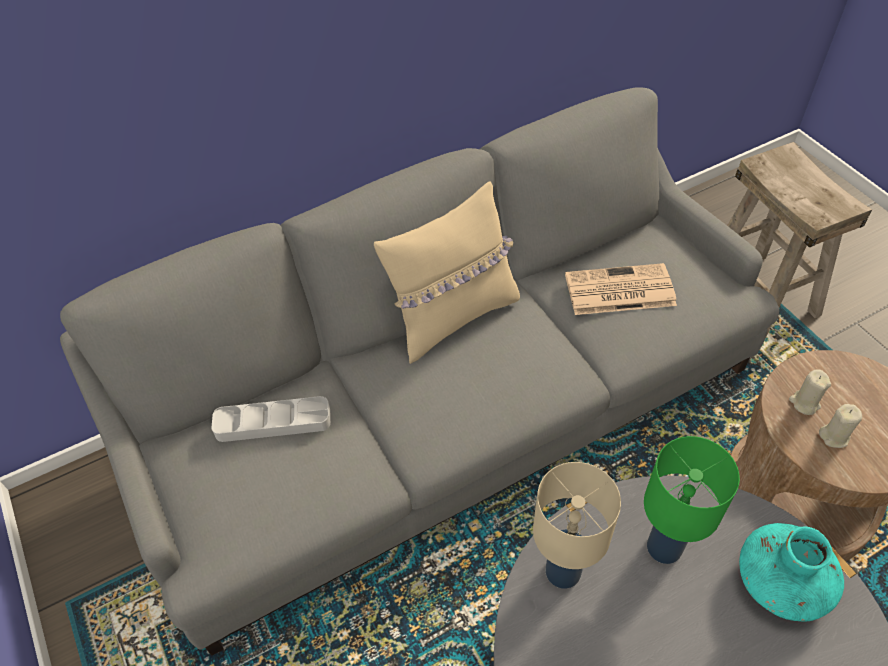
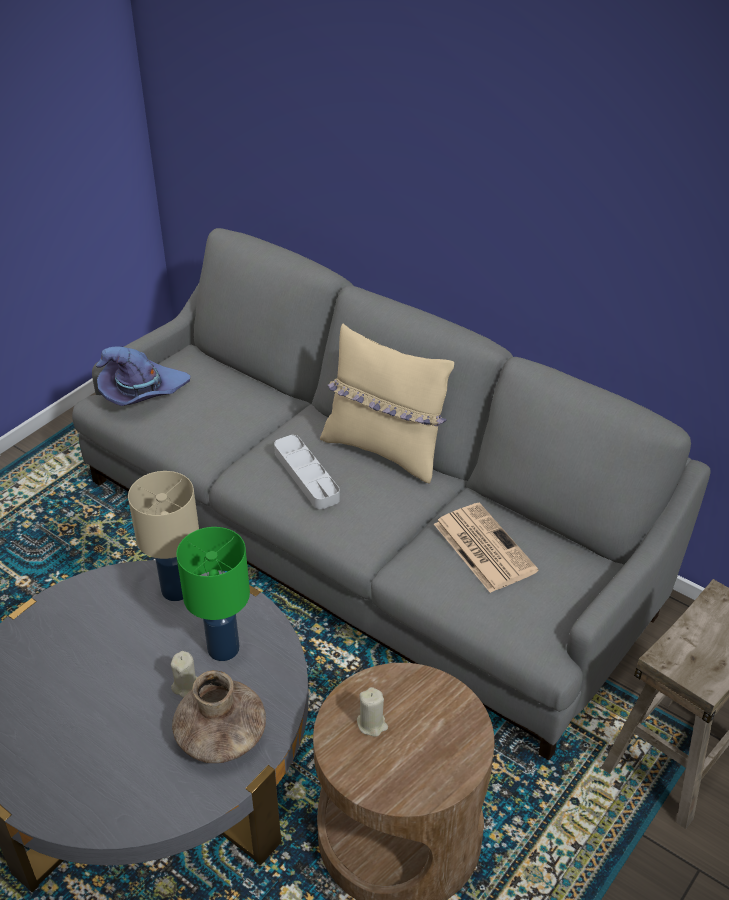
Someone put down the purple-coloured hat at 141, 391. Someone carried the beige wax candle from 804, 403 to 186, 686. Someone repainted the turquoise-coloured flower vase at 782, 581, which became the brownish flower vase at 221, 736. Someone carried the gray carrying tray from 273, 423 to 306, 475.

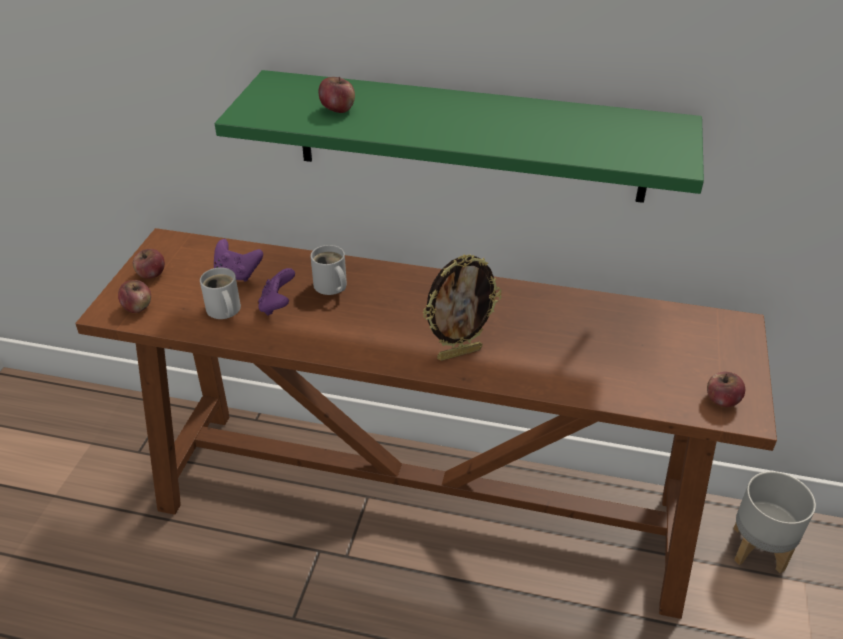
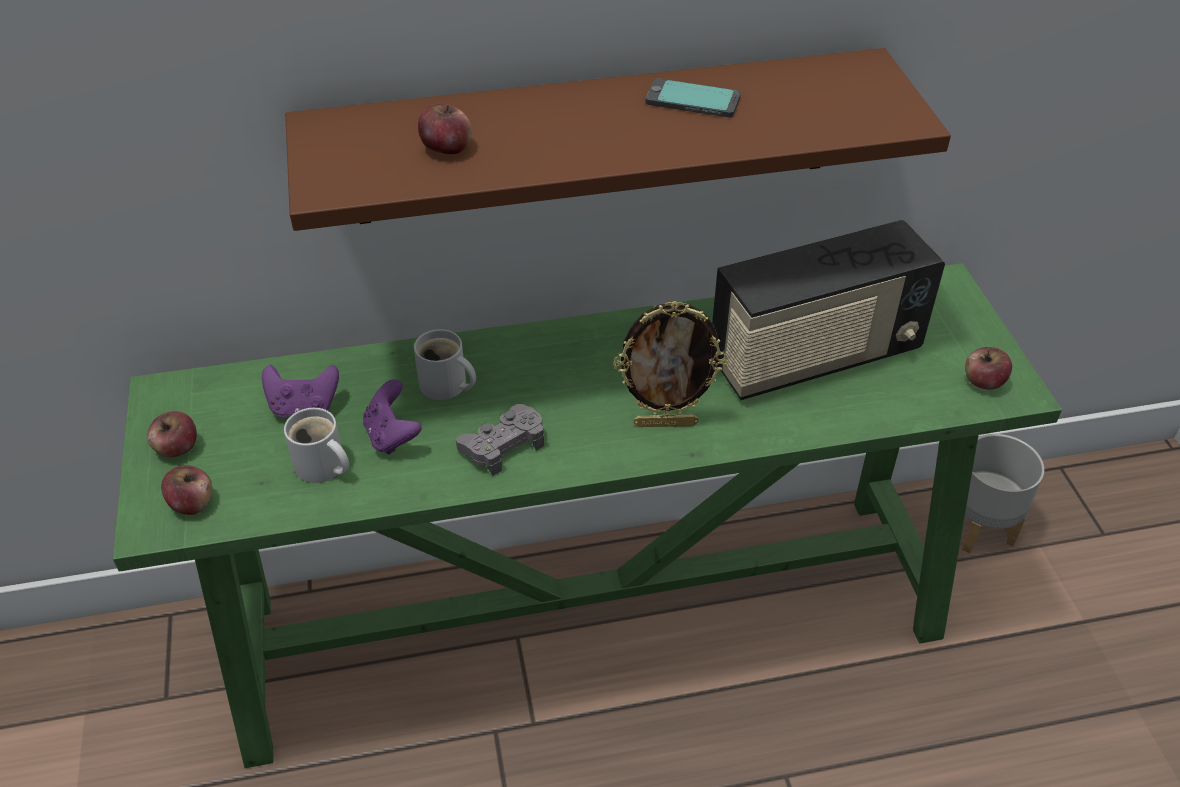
Someone repainted the brownish narrow table at 424, 506, which became the green narrow table at 594, 621. Someone repainted the green wall shelf at 470, 137, which became the brownish wall shelf at 595, 137. Someone put down the gray joypad at 502, 445. Someone rotated the photo frame at 459, 353 by 45 degrees clockwise. Someone put down the phone at 692, 100. Someone put down the radio at 814, 358.

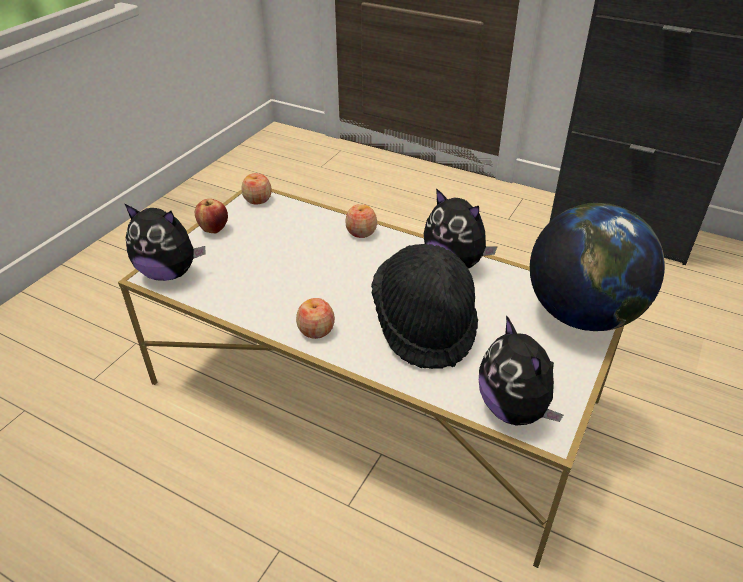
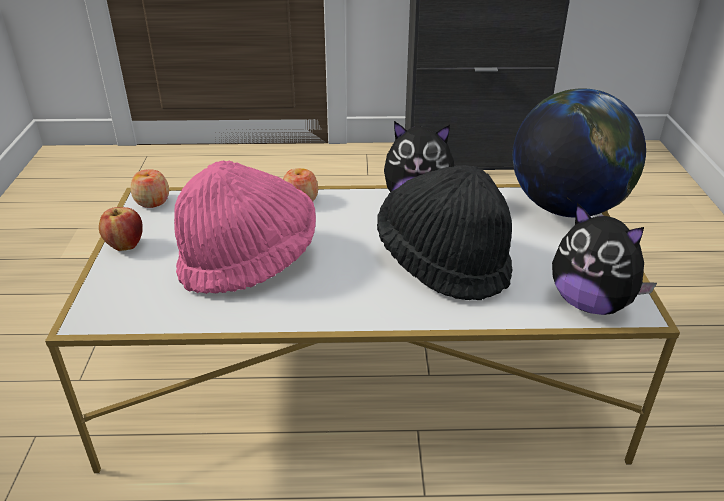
Someone put down the pinkish hat at 249, 262. Someone took away the plush toy at 169, 273. Someone took away the apple at 316, 330.

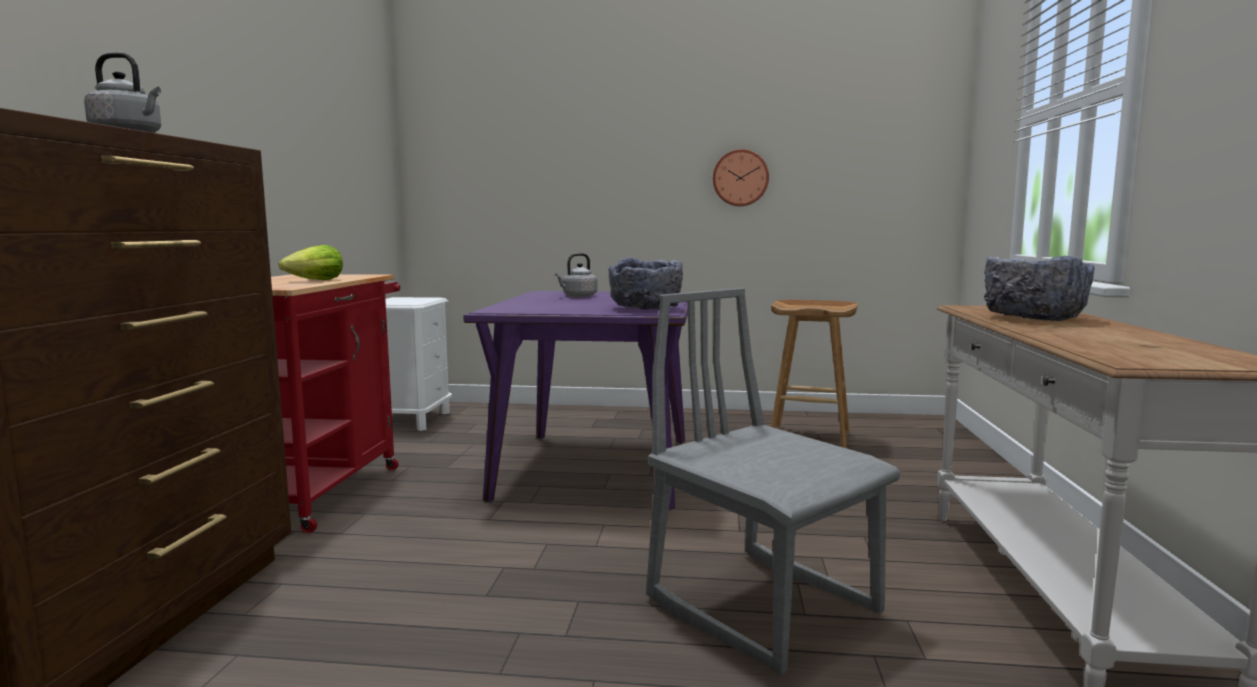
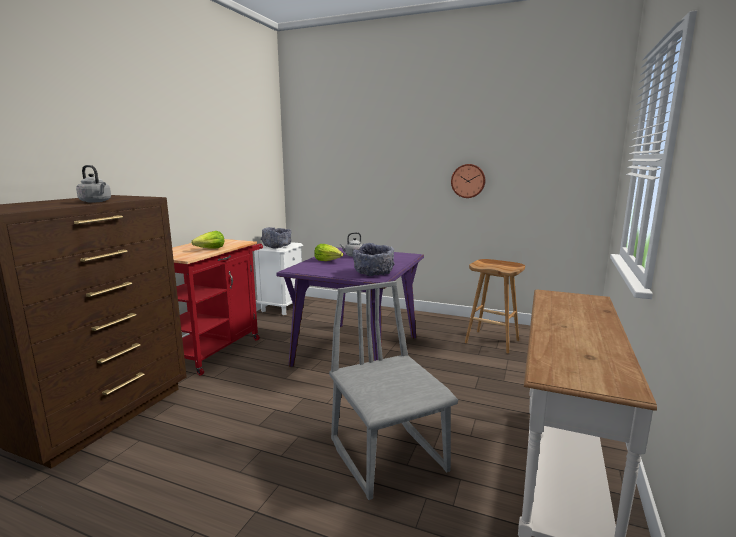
Someone carried the gray deep dish from 1032, 318 to 277, 246. Someone put down the lettuce head at 328, 261.

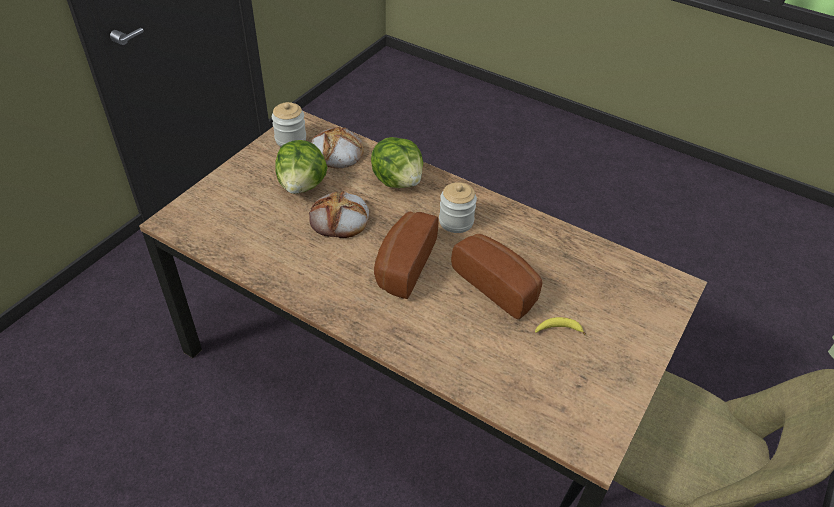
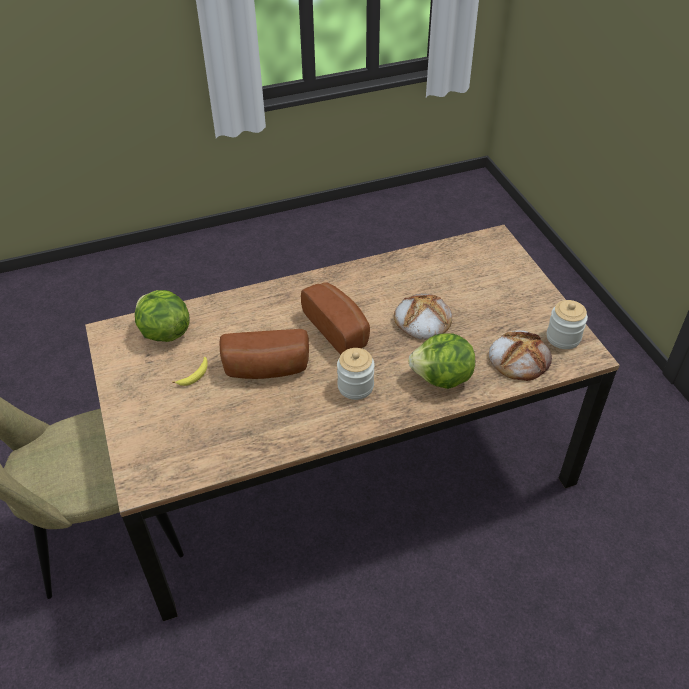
Someone carried the lettuce head from 302, 186 to 164, 333.

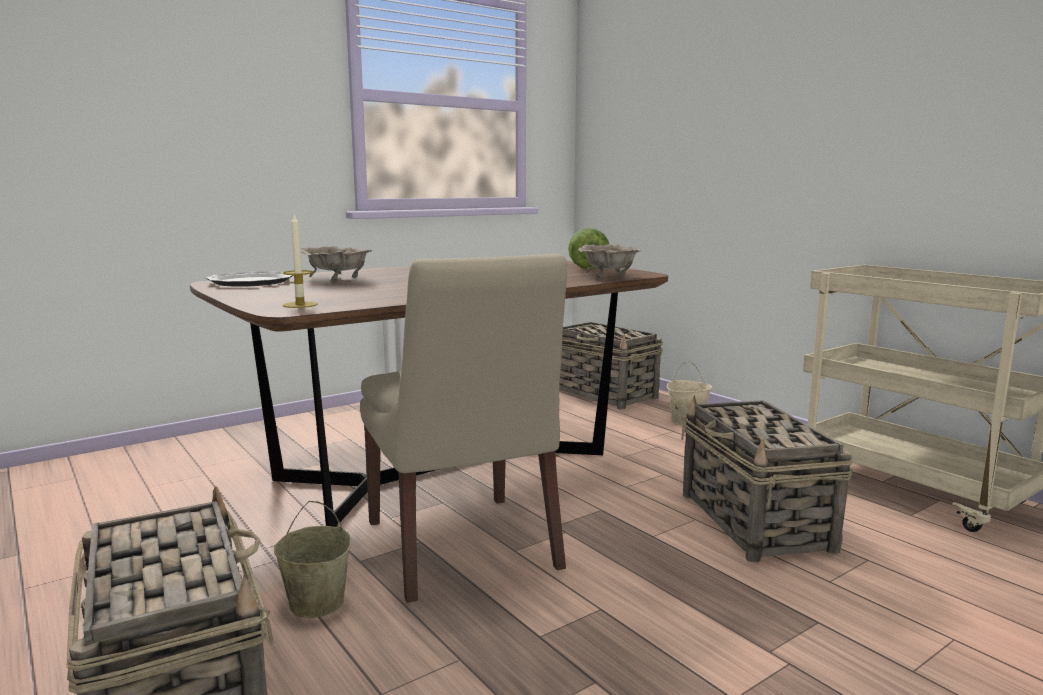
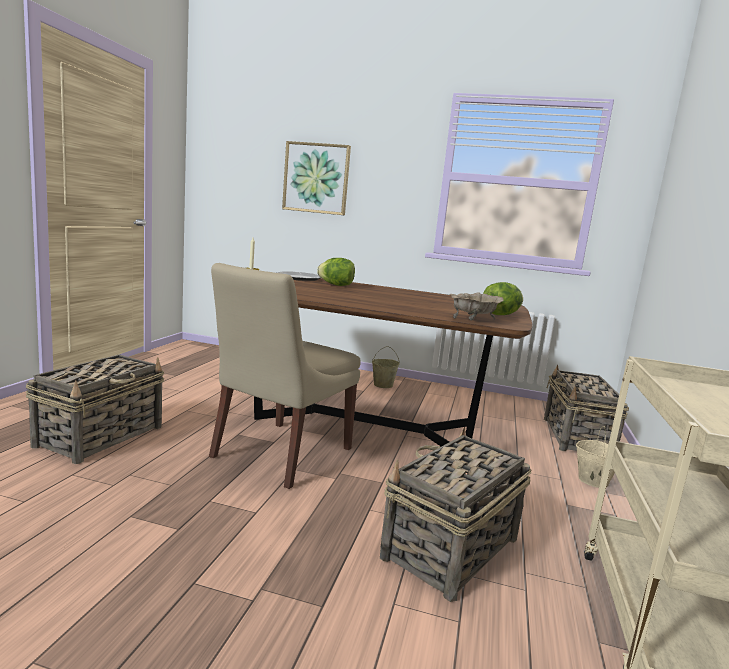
Someone put up the wall art at 316, 178. Someone swapped the beige deep dish at 338, 279 for the lettuce head at 336, 285. Someone carried the beige water bucket from 316, 602 to 383, 385.

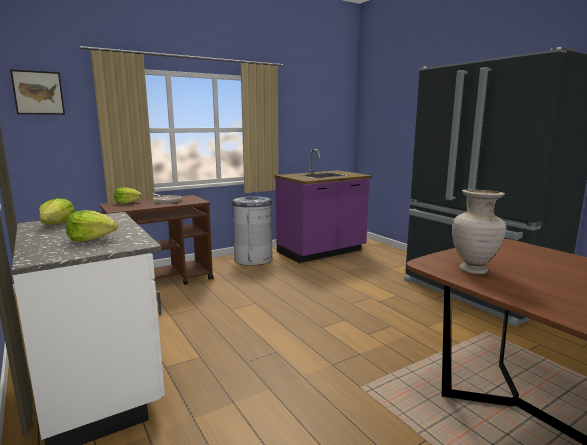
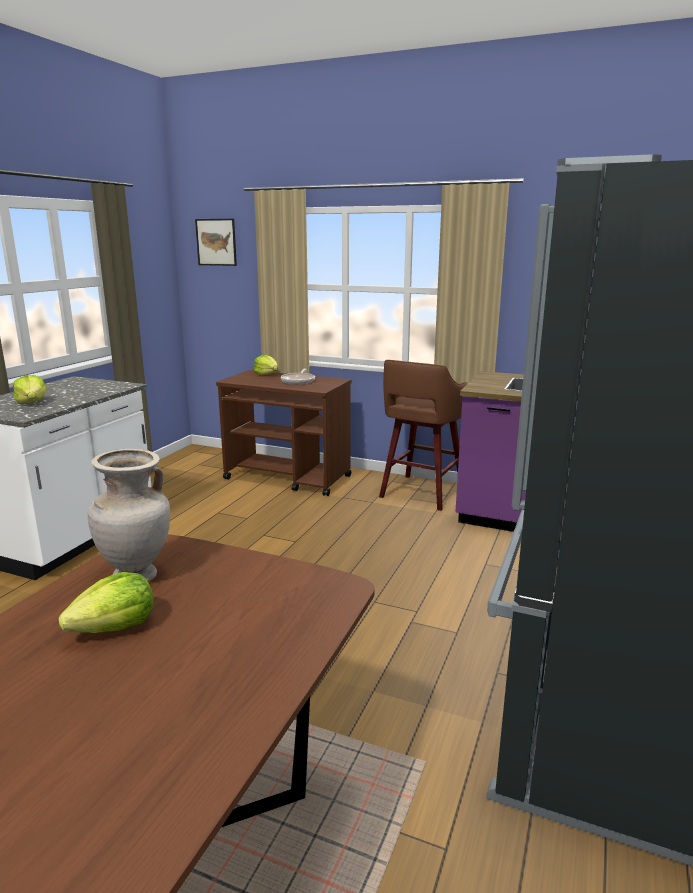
Someone carried the lettuce head from 57, 224 to 115, 627. Someone swapped the gray trash can at 253, 259 for the brownish stool seat at 421, 493.

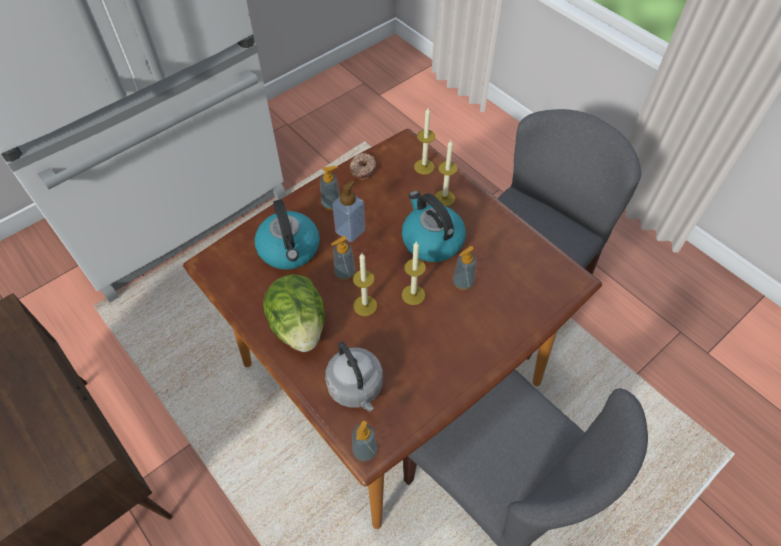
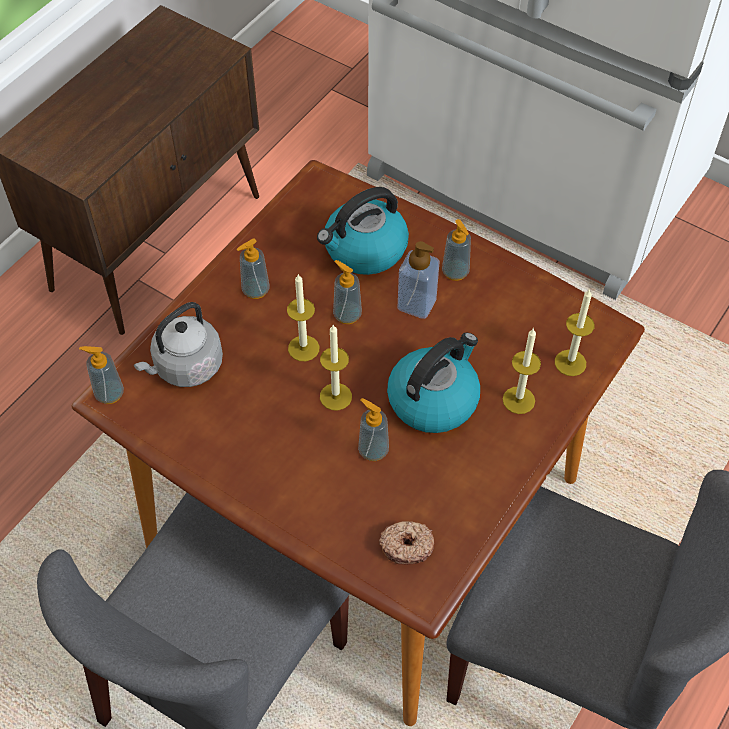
Someone swapped the lettuce head at 299, 326 for the soap dispenser at 255, 290. Someone carried the ring doughnut from 362, 169 to 406, 545.

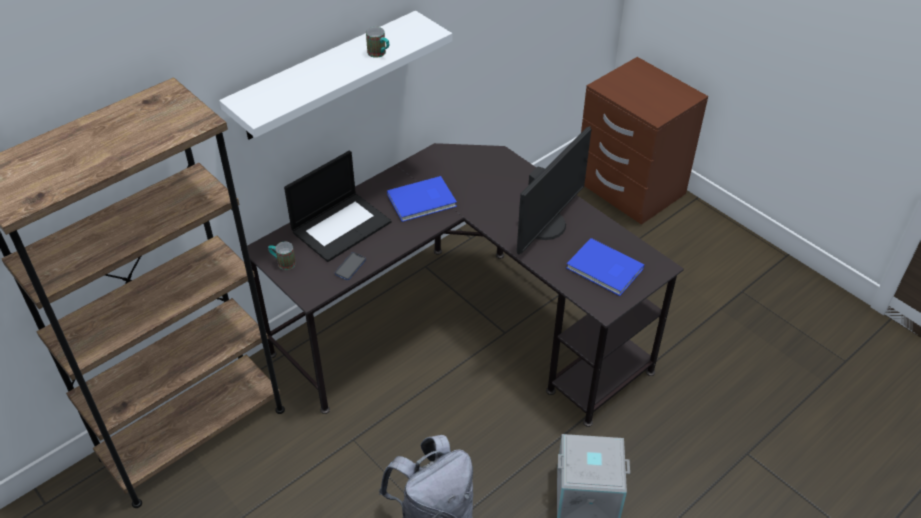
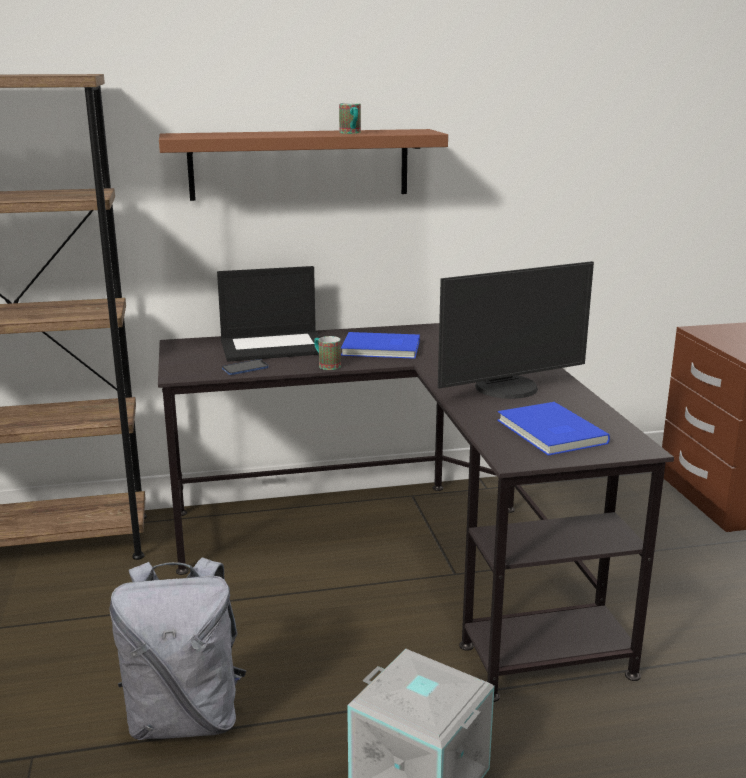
Someone repainted the white wall shelf at 325, 76, which became the brownish wall shelf at 299, 164. Someone carried the tea mug from 283, 262 to 326, 365.

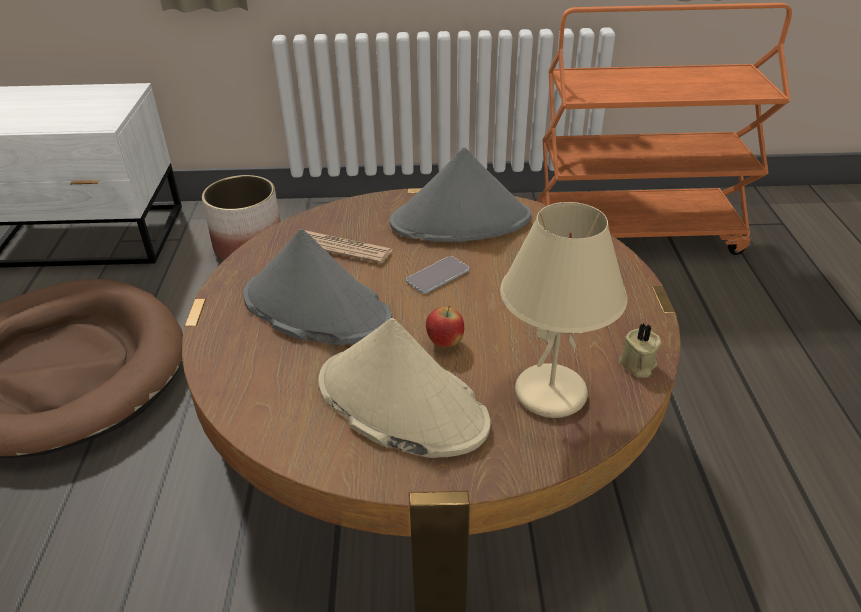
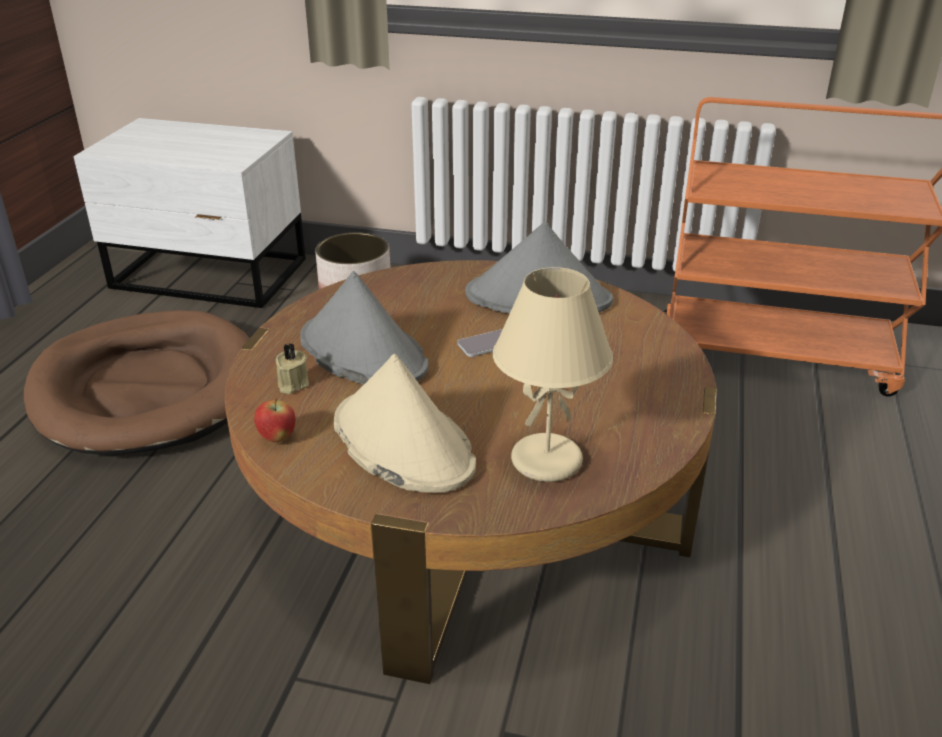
Someone carried the apple from 445, 343 to 277, 438. Someone carried the beige wax candle from 637, 365 to 292, 384. Someone took away the daily paper at 342, 248.

